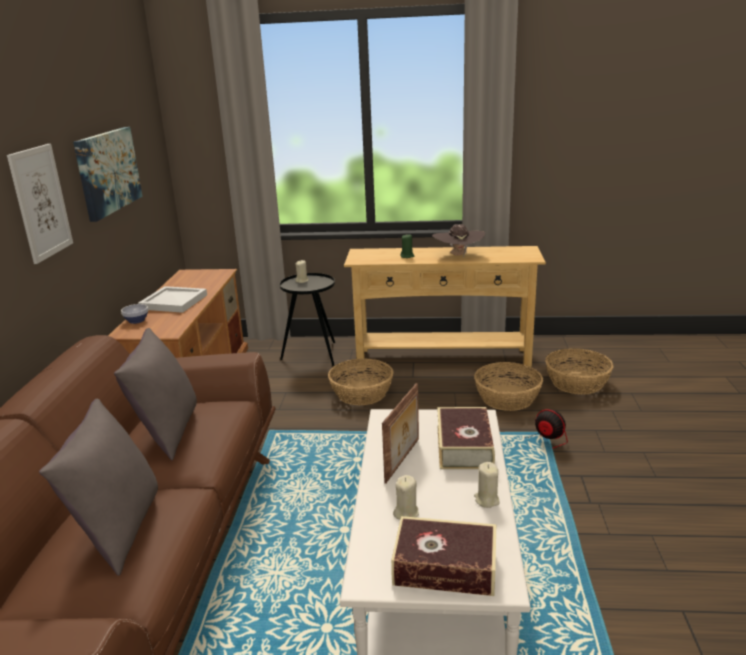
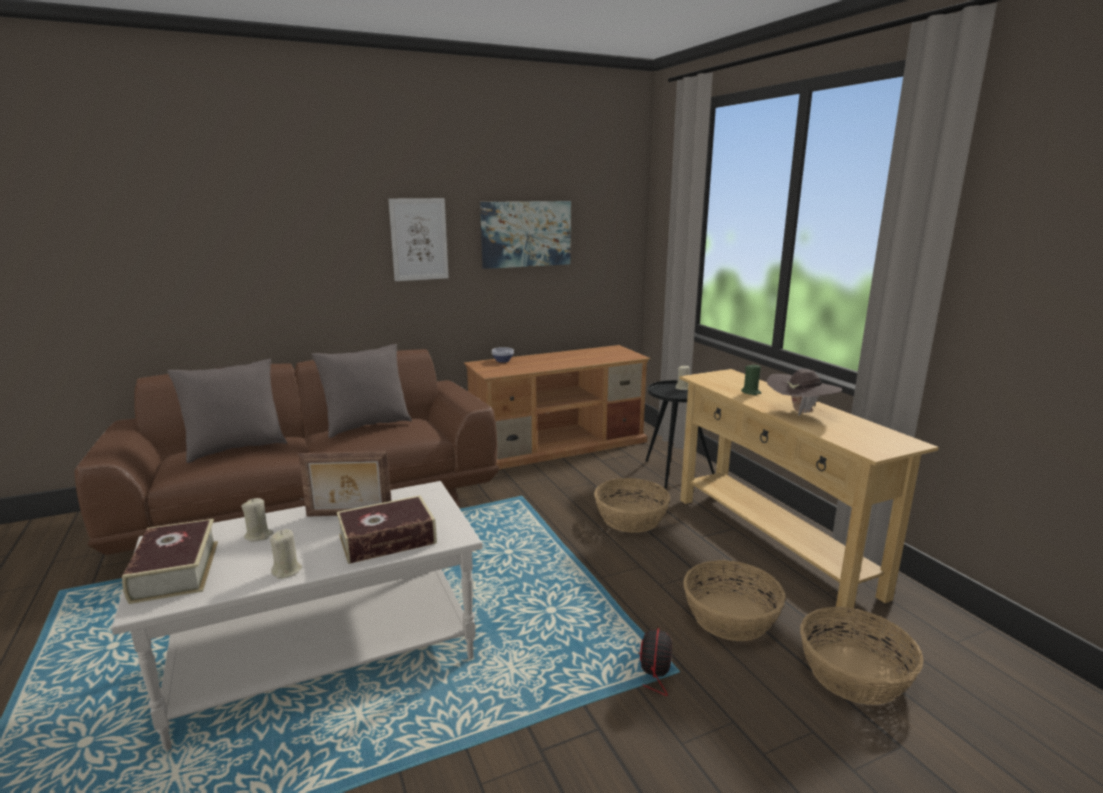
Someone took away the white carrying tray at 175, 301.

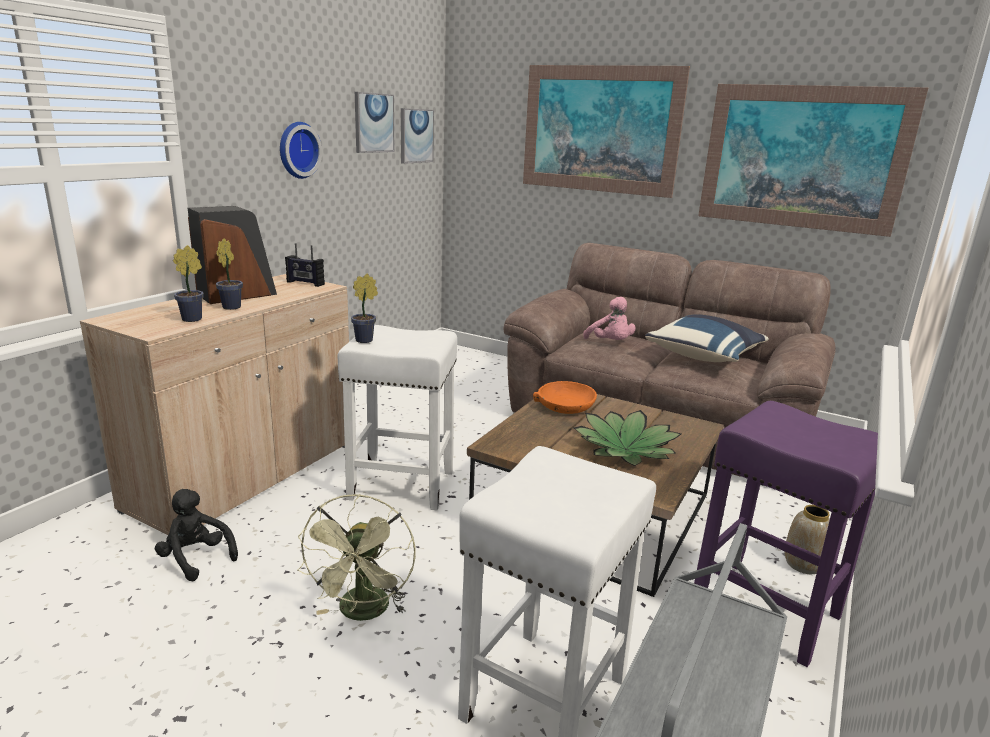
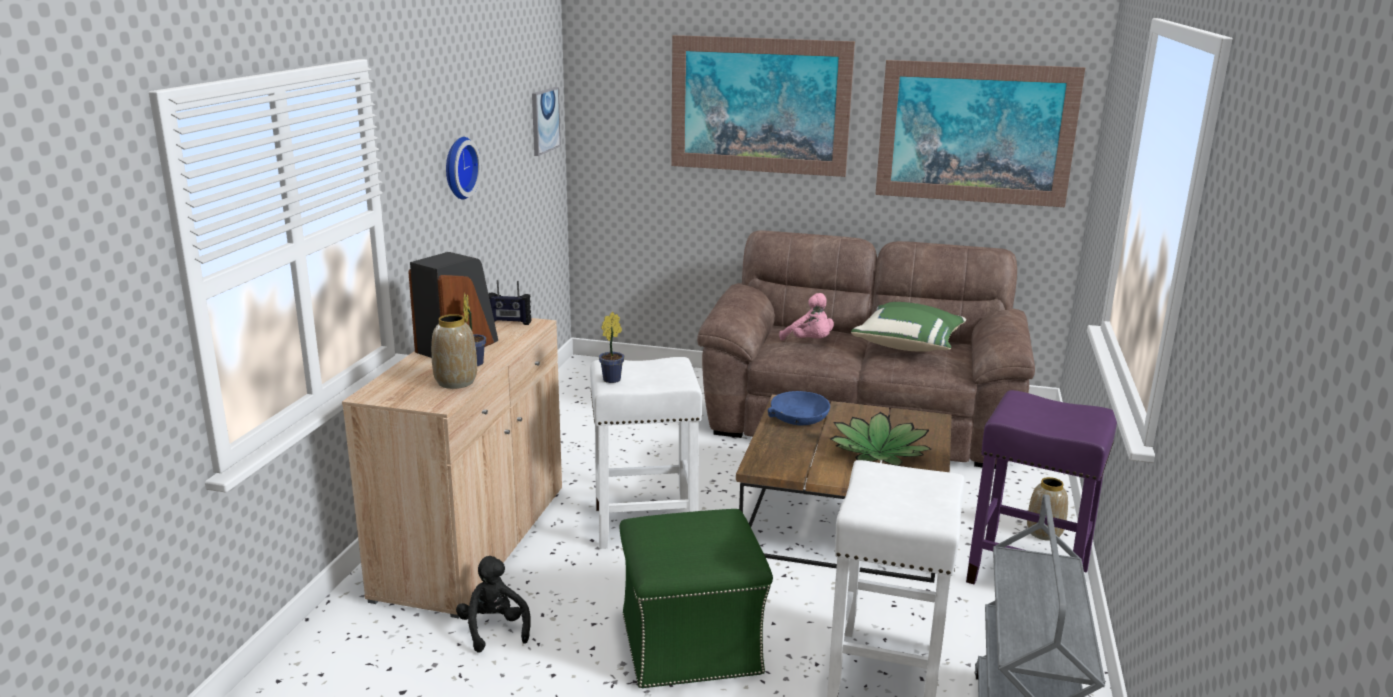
Someone swapped the houseplant at 194, 319 for the flower vase at 456, 382. Someone rotated the blackish plush toy at 196, 558 by 45 degrees clockwise. Someone swapped the green electric fan at 363, 613 for the green pouffe at 692, 643. Someone repainted the orangey deep dish at 565, 406, which became the blue deep dish at 799, 417. Someone repainted the blue throw pillow at 705, 356, which became the green throw pillow at 909, 345. Someone took away the wall art at 373, 123.

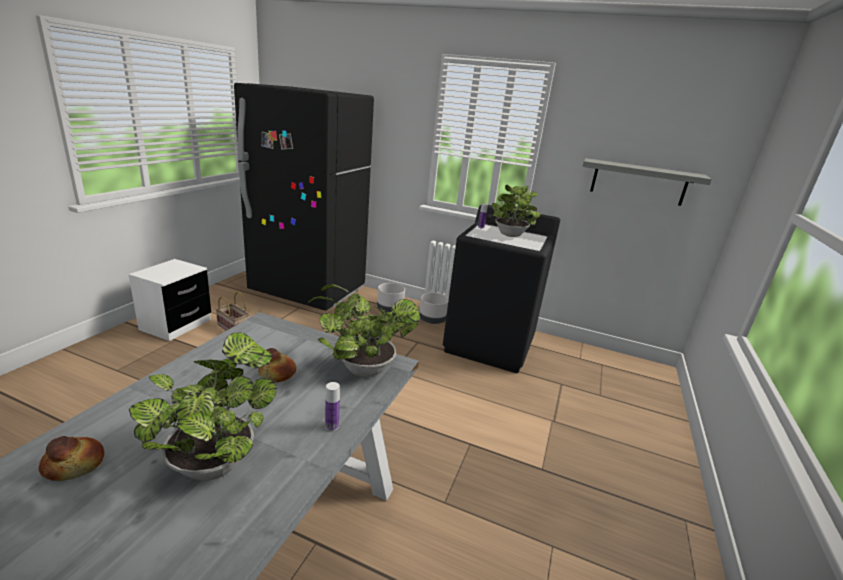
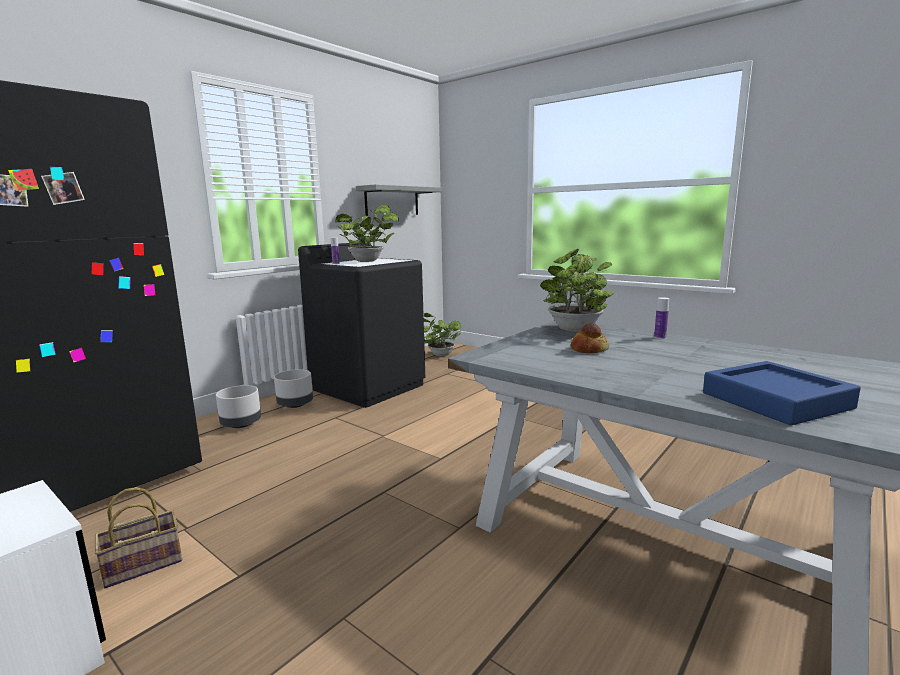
Someone carried the houseplant from 217, 460 to 439, 354. Someone swapped the baked bread at 75, 464 for the blue carrying tray at 775, 400.

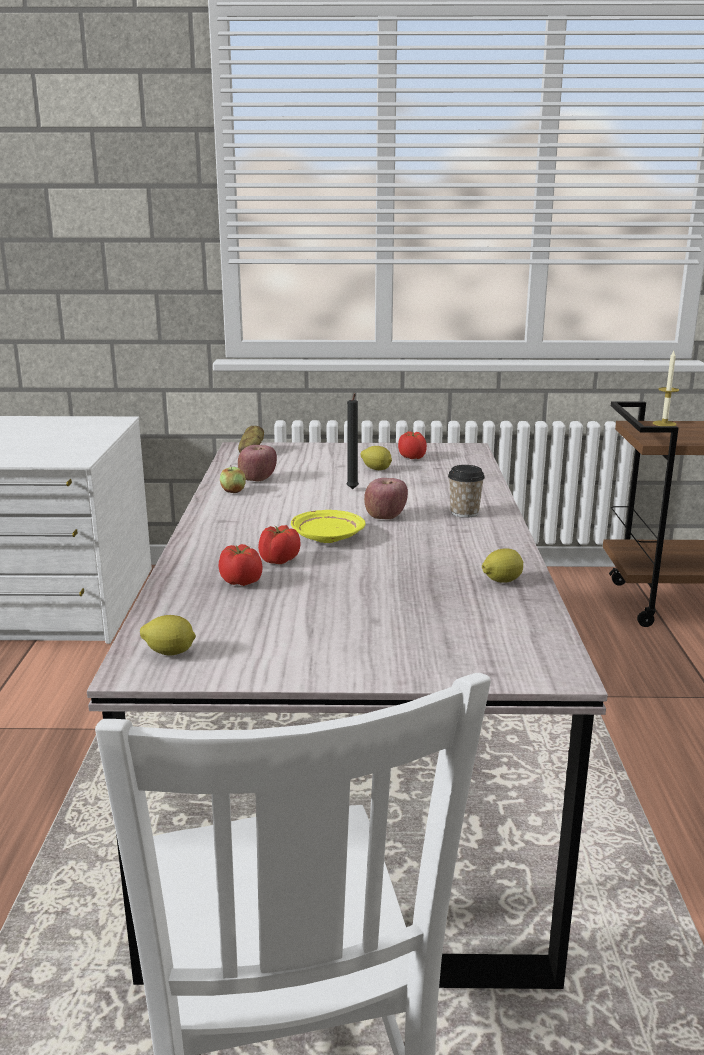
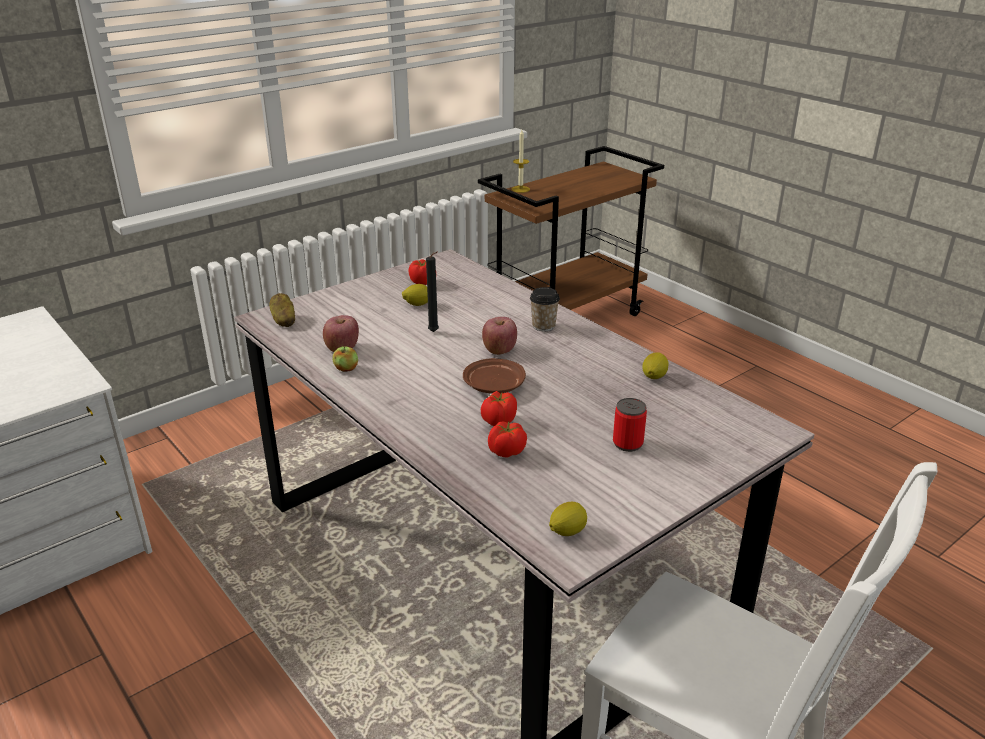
Someone repainted the yellow flat dish at 326, 537, which became the brownish flat dish at 493, 386. Someone put down the can at 627, 443.

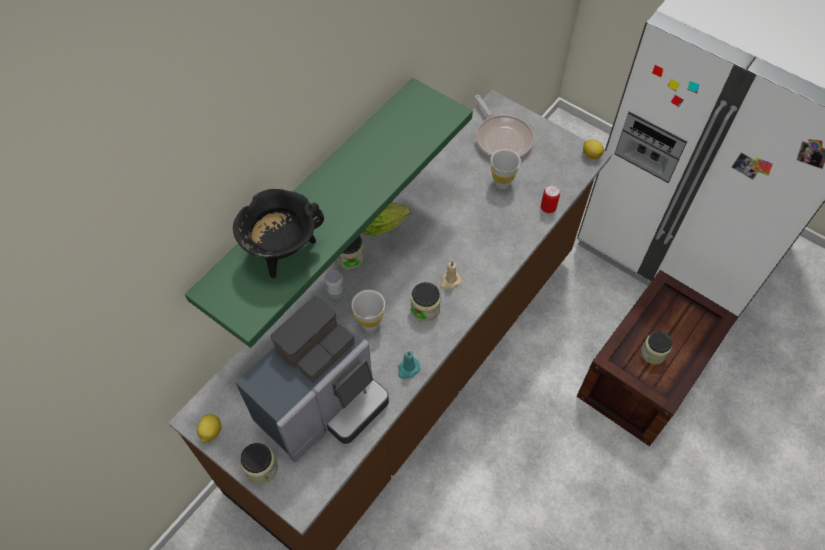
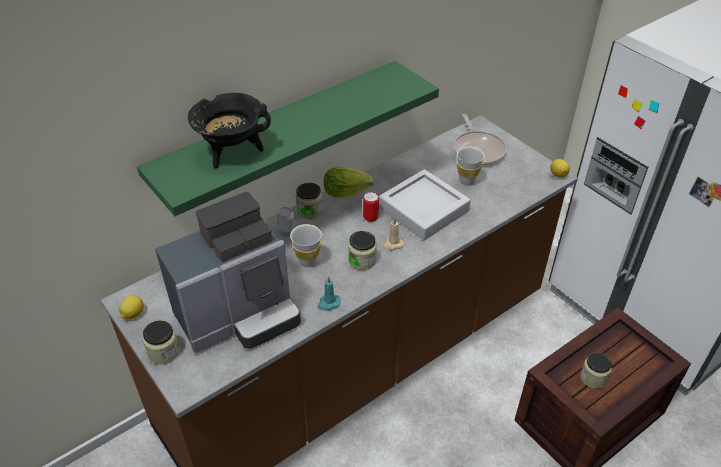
Someone carried the can from 548, 208 to 370, 217. Someone put down the gray carrying tray at 423, 209.

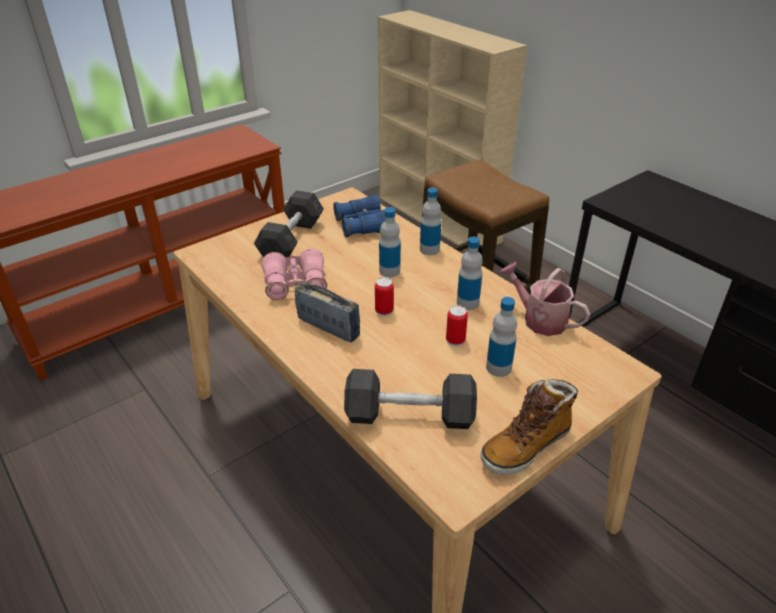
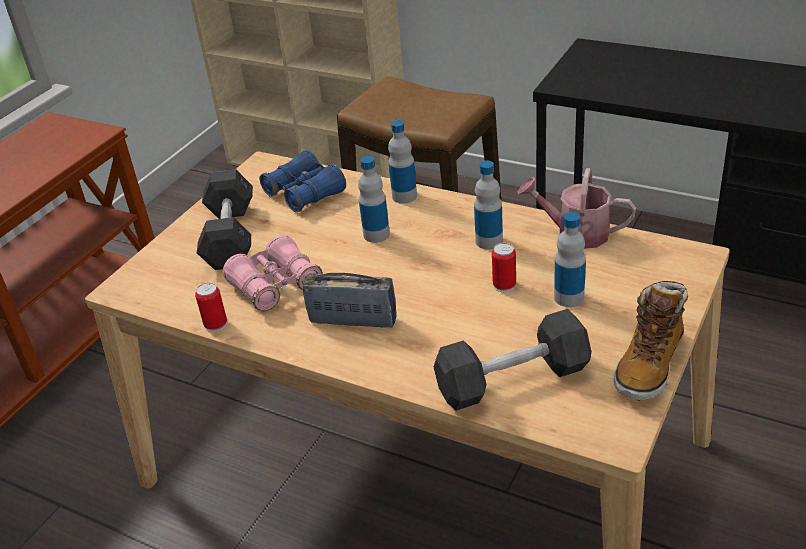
Someone carried the can from 384, 311 to 216, 324.

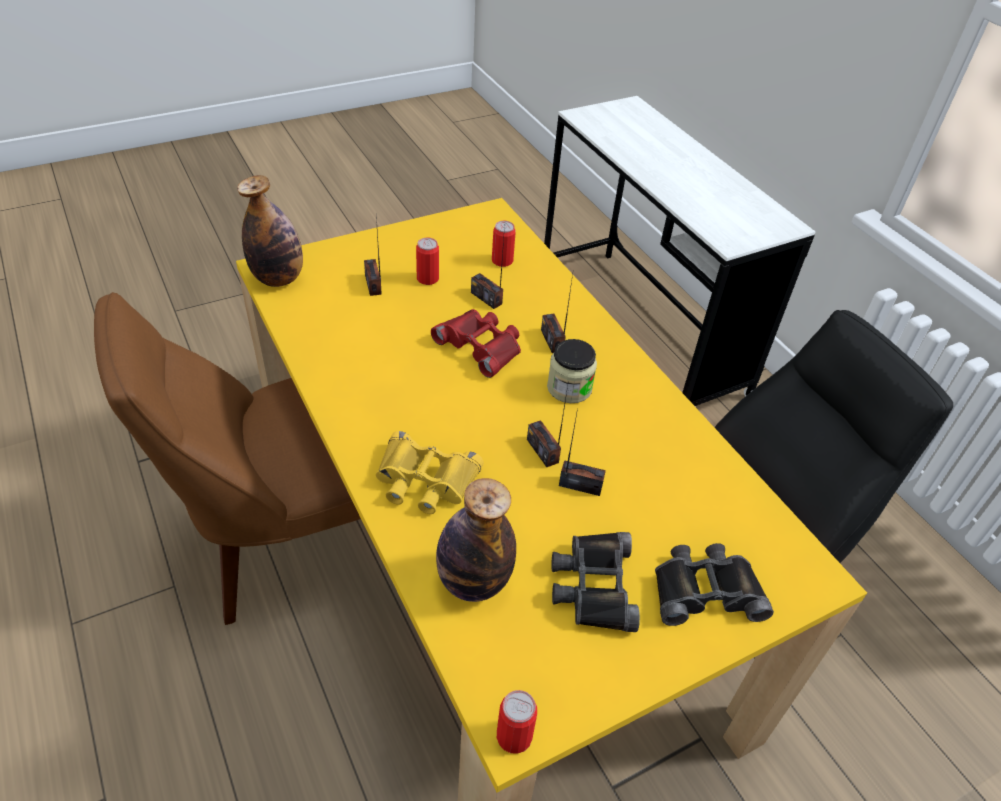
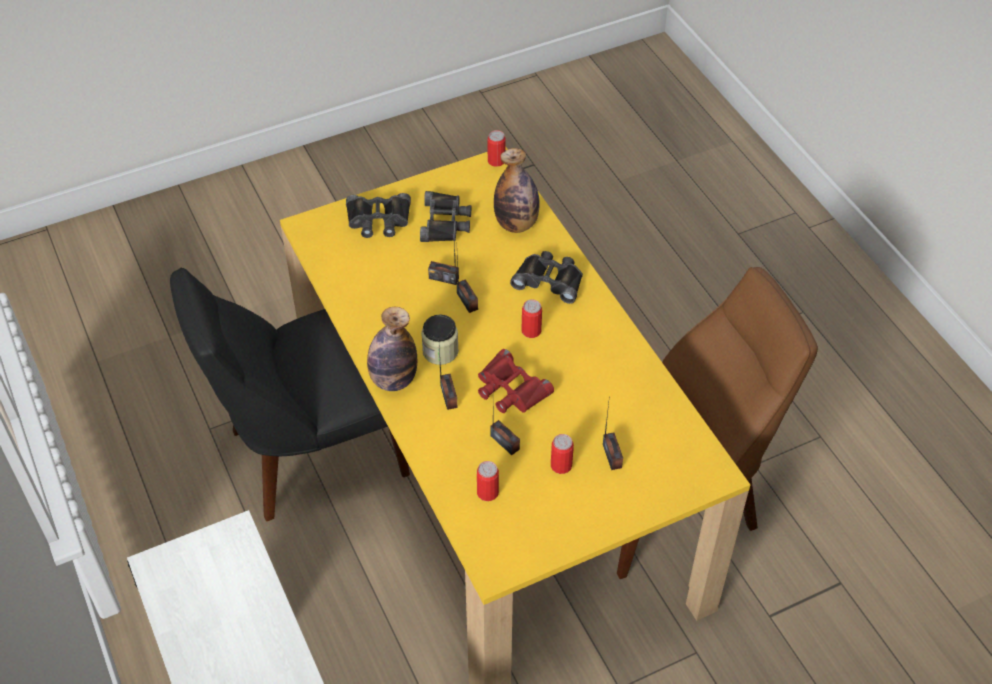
Someone carried the drink bottle from 278, 278 to 393, 380. Someone repainted the yellow binoculars at 425, 481, which became the blackish binoculars at 549, 280. Someone put down the can at 531, 331.

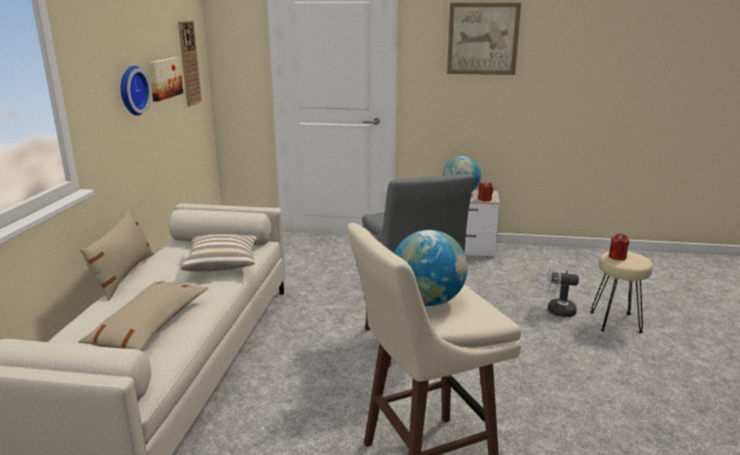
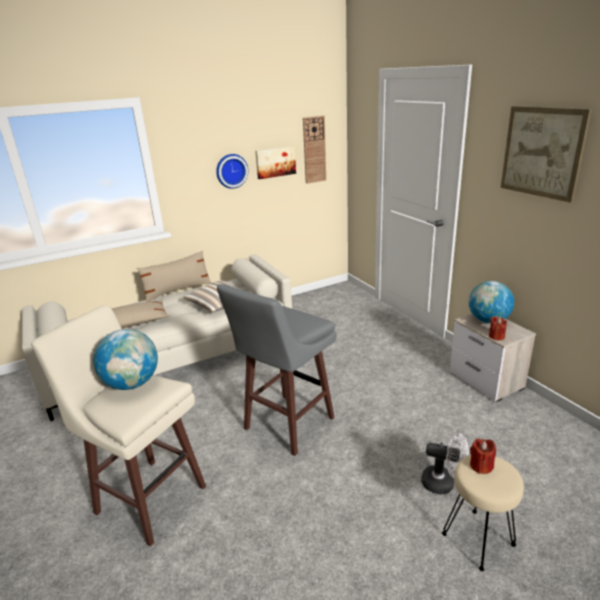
Someone rotated the white electric fan at 556, 310 by 135 degrees clockwise.

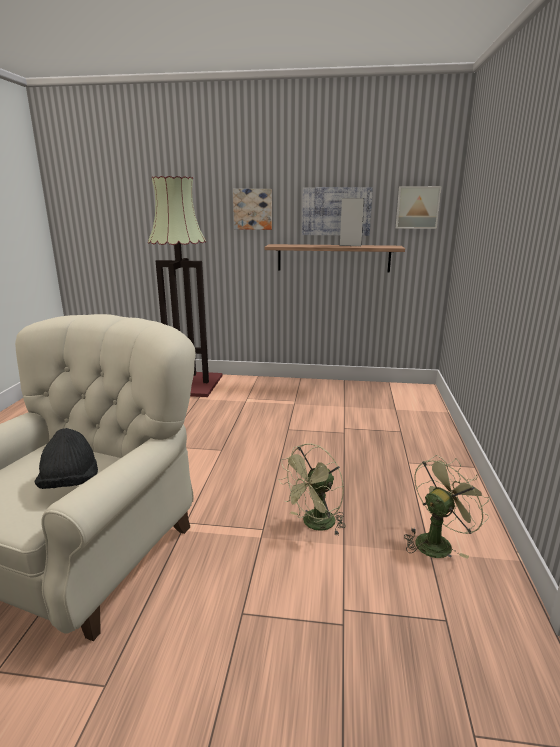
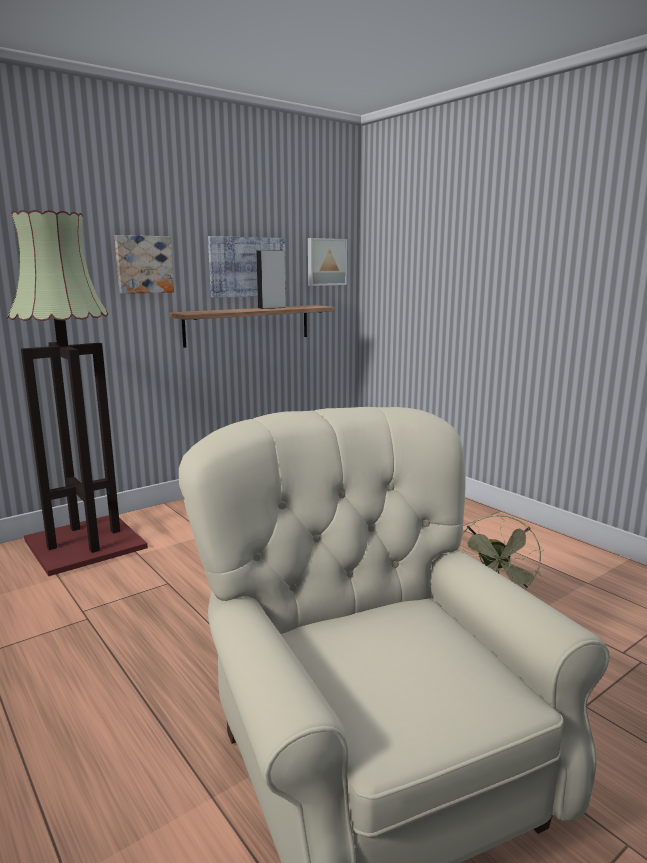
Someone took away the blackish hat at 70, 484. Someone took away the green electric fan at 437, 541.

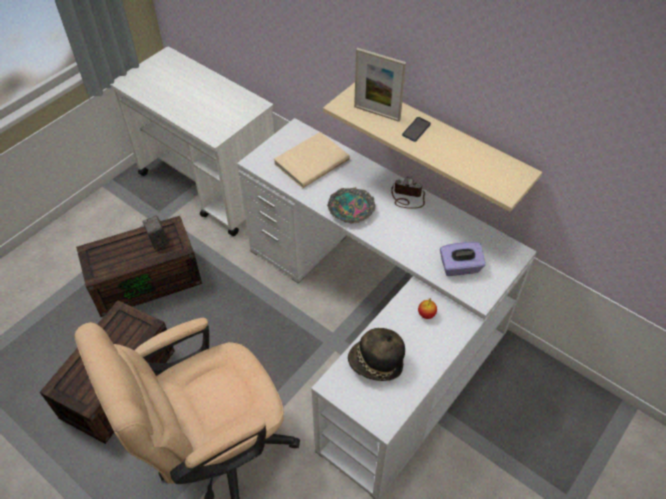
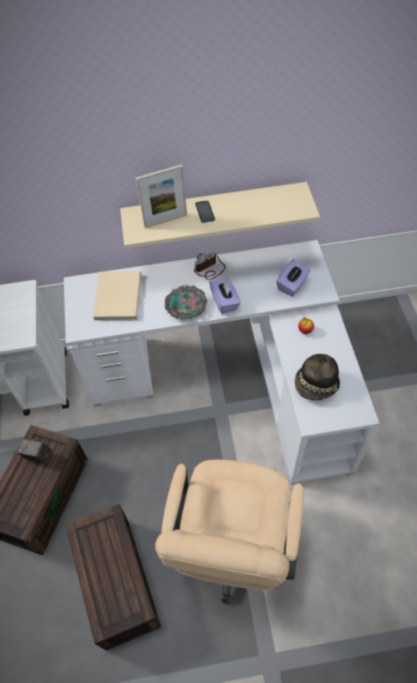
Someone put down the purple-coloured tissue box at 225, 302.

